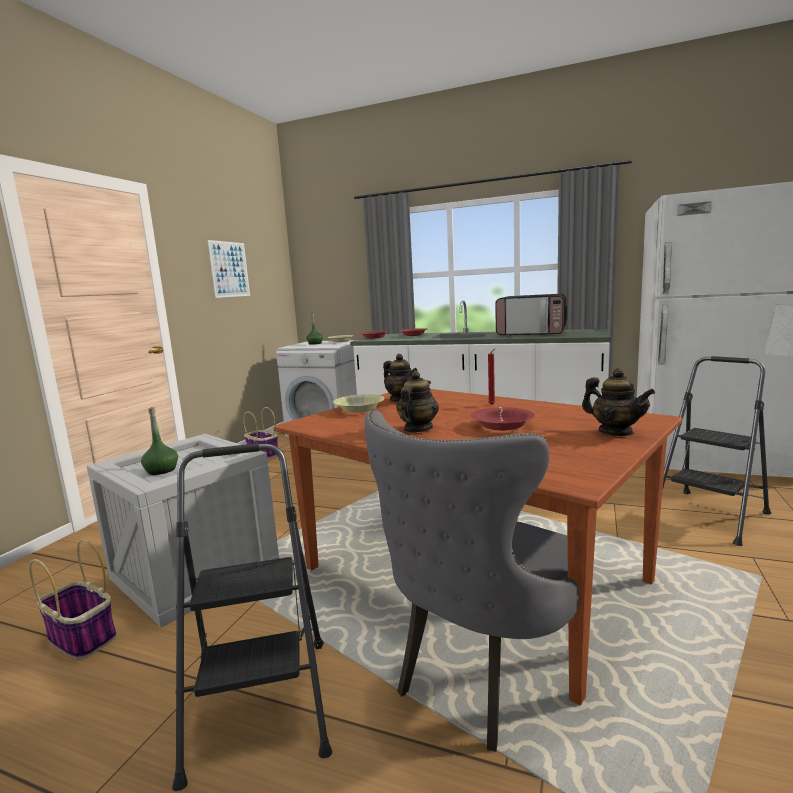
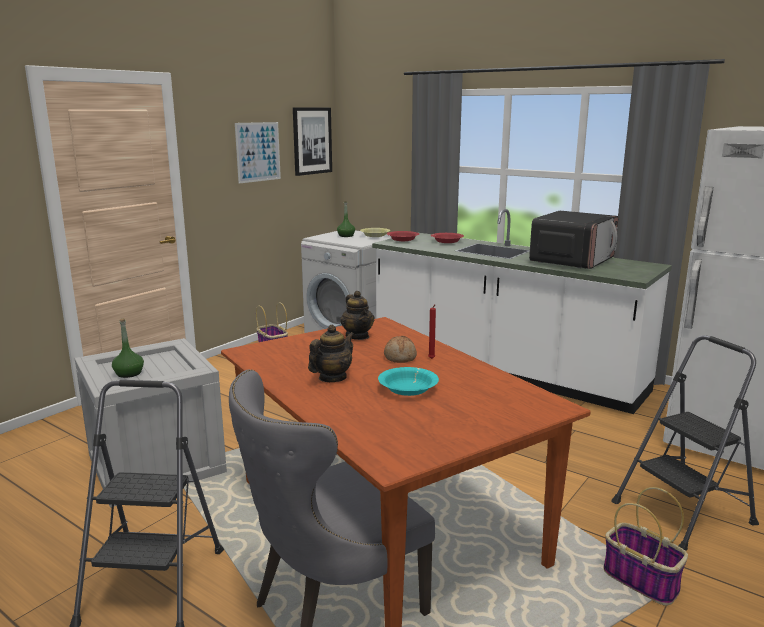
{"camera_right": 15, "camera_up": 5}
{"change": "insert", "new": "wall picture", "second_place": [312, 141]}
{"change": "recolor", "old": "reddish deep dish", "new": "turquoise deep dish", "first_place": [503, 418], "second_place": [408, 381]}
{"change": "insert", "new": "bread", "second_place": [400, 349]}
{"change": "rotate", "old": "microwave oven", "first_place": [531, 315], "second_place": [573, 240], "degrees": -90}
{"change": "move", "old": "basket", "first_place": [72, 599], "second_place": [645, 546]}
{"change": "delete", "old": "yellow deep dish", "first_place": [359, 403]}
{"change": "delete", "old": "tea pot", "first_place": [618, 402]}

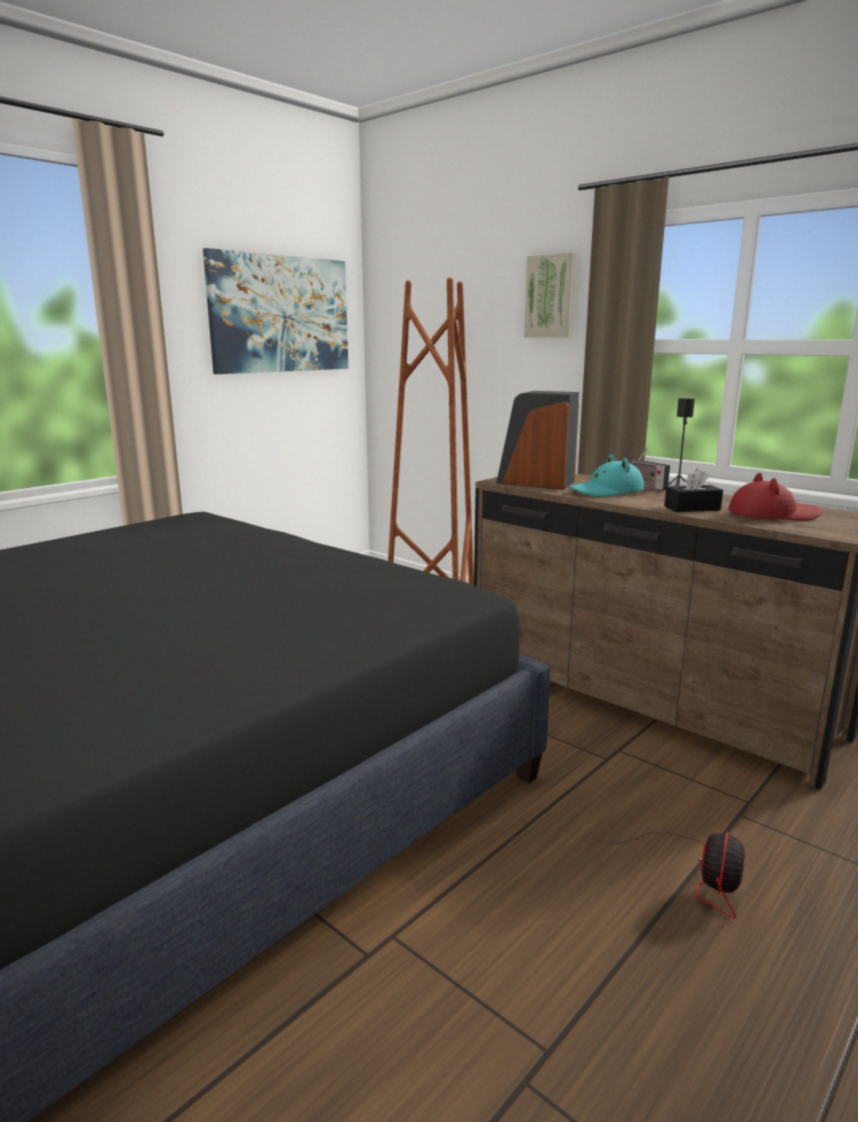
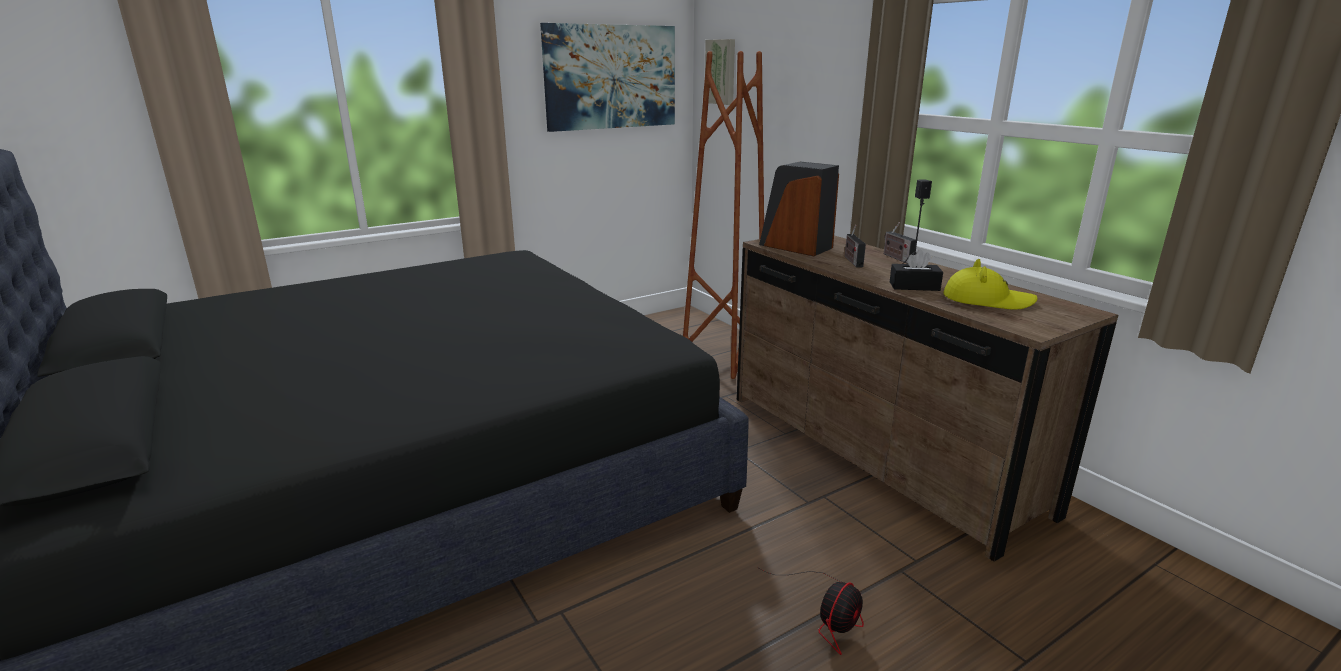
{"camera_right": 15, "camera_up": 5}
{"change": "move", "old": "wall picture", "first_place": [550, 295], "second_place": [720, 72]}
{"change": "replace", "old": "turquoise clothing hat", "new": "radio", "first_place": [606, 475], "second_place": [855, 246]}
{"change": "recolor", "old": "reddish clothing hat", "new": "yellow clothing hat", "first_place": [775, 497], "second_place": [991, 284]}

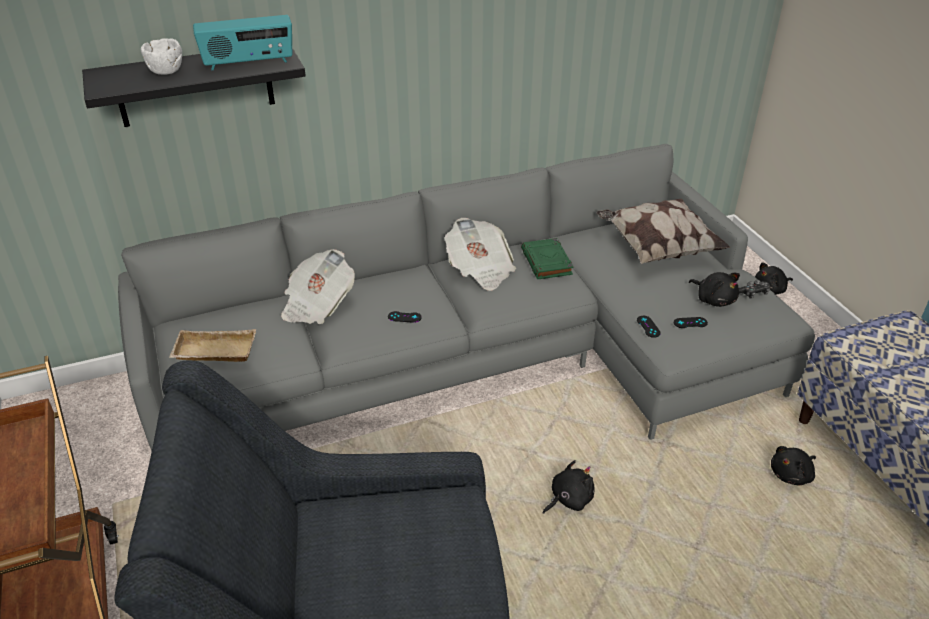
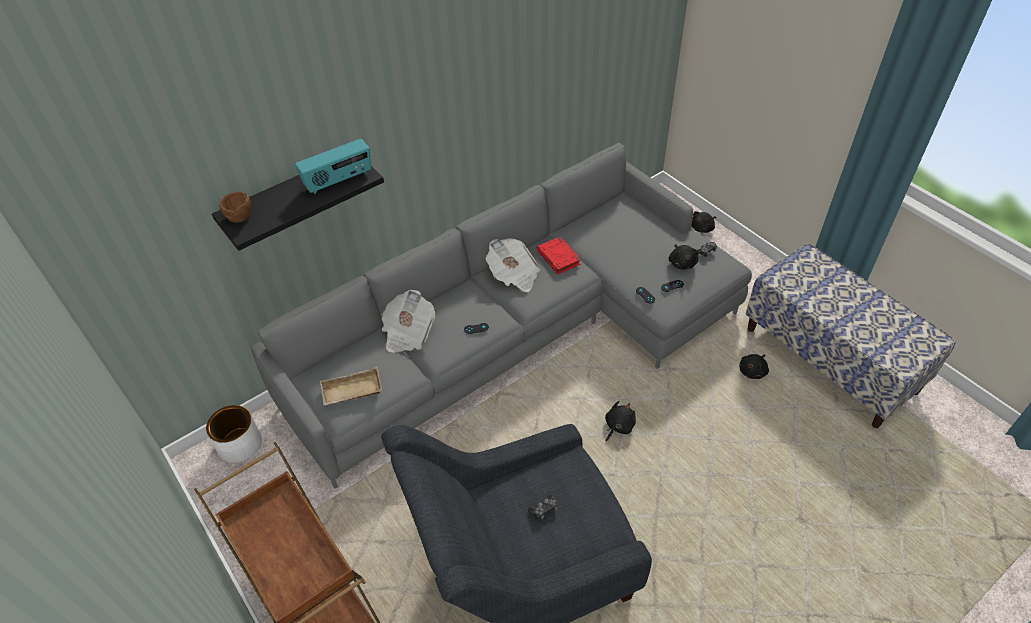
{"camera_right": -15, "camera_up": 10}
{"change": "insert", "new": "white plant pot", "second_place": [234, 434]}
{"change": "insert", "new": "brownish deep dish", "second_place": [235, 207]}
{"change": "insert", "new": "gamepad", "second_place": [543, 507]}
{"change": "recolor", "old": "green-coloured book", "new": "reddish book", "first_place": [547, 258], "second_place": [558, 255]}
{"change": "rotate", "old": "blackish plush toy", "first_place": [714, 289], "second_place": [684, 256], "degrees": 45}
{"change": "delete", "old": "white deep dish", "first_place": [161, 56]}
{"change": "delete", "old": "cushion", "first_place": [663, 231]}

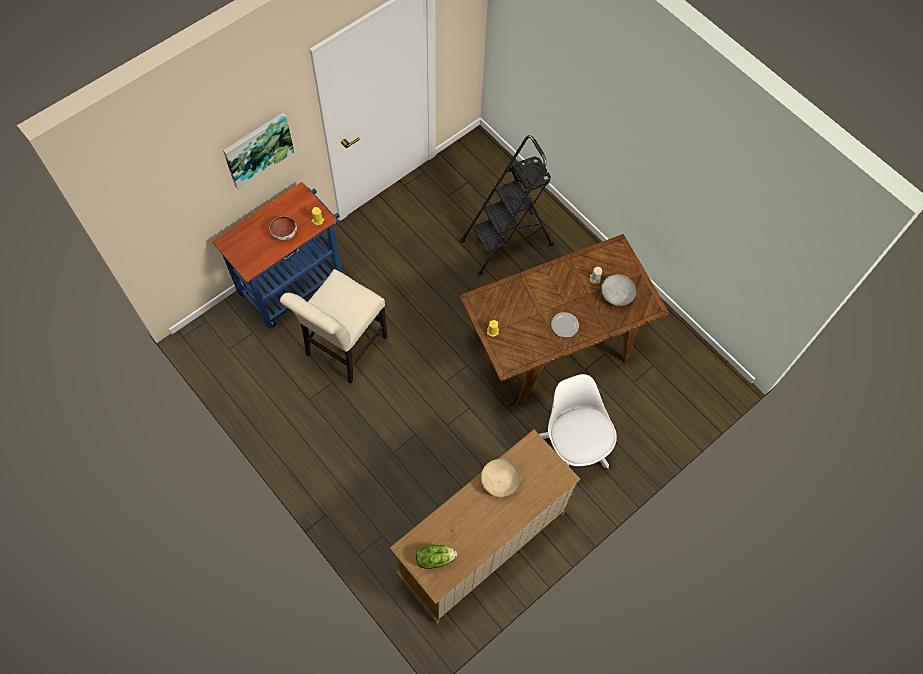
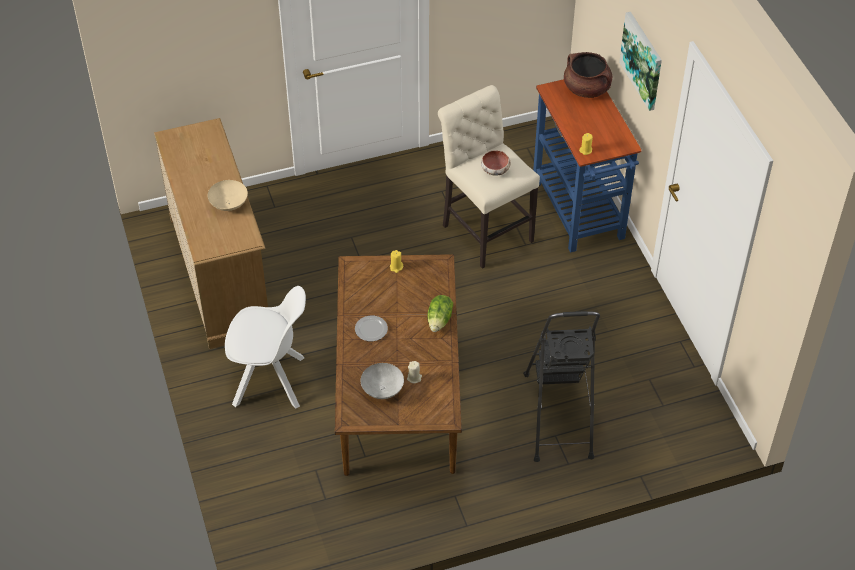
{"camera_right": 115, "camera_up": -15}
{"change": "move", "old": "head of lettuce", "first_place": [436, 556], "second_place": [440, 313]}
{"change": "move", "old": "deep dish", "first_place": [283, 228], "second_place": [495, 163]}
{"change": "insert", "new": "brownish saucepot", "second_place": [588, 75]}

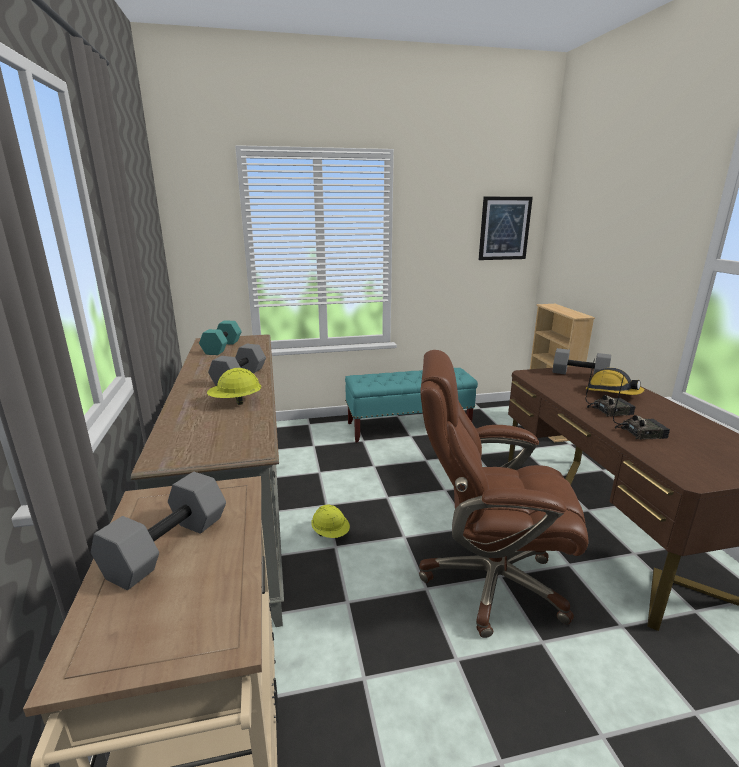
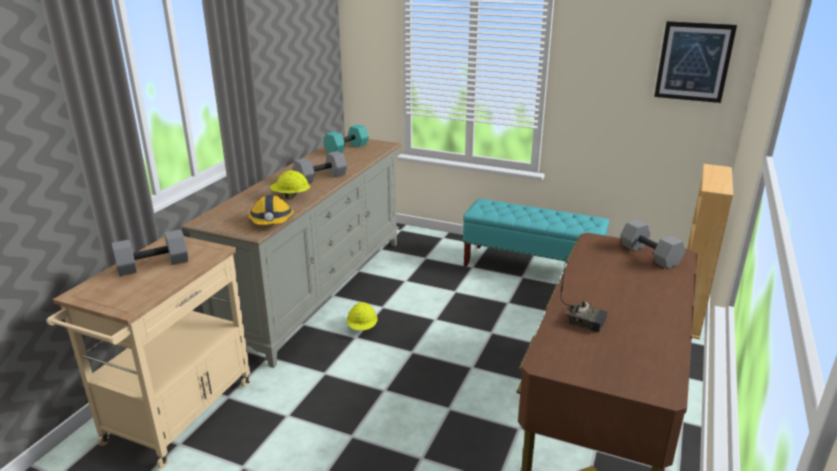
{"camera_right": 35, "camera_up": 5}
{"change": "move", "old": "hard hat", "first_place": [615, 381], "second_place": [271, 210]}
{"change": "delete", "old": "brownish desk chair", "first_place": [503, 494]}
{"change": "delete", "old": "radio", "first_place": [610, 388]}

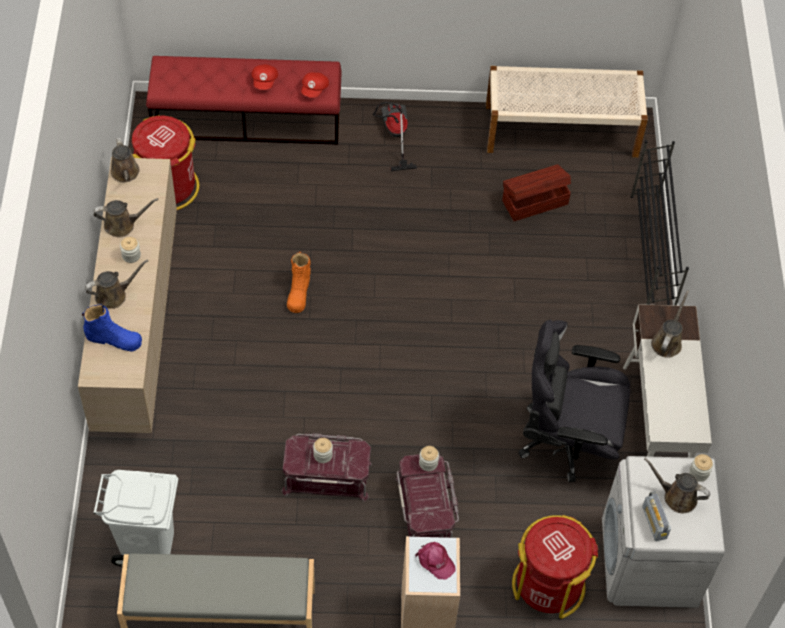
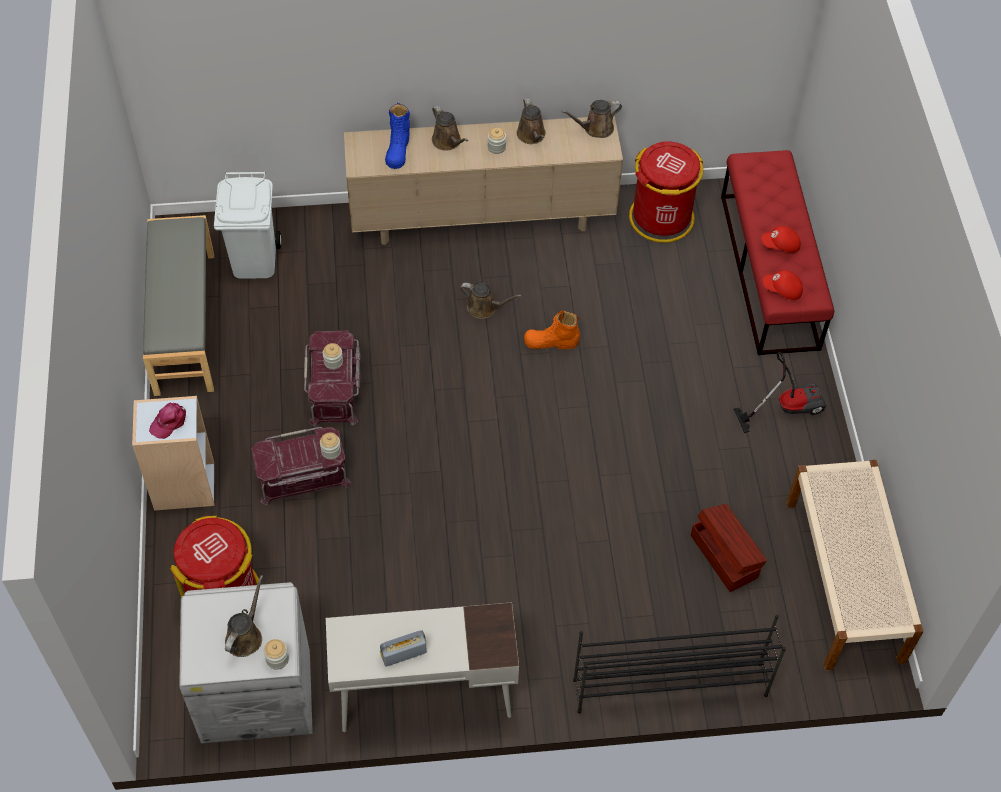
{"camera_right": 85, "camera_up": 0}
{"change": "move", "old": "radio", "first_place": [656, 516], "second_place": [403, 648]}
{"change": "move", "old": "brownish watering can", "first_place": [670, 323], "second_place": [491, 300]}
{"change": "delete", "old": "blackish desk chair", "first_place": [574, 400]}

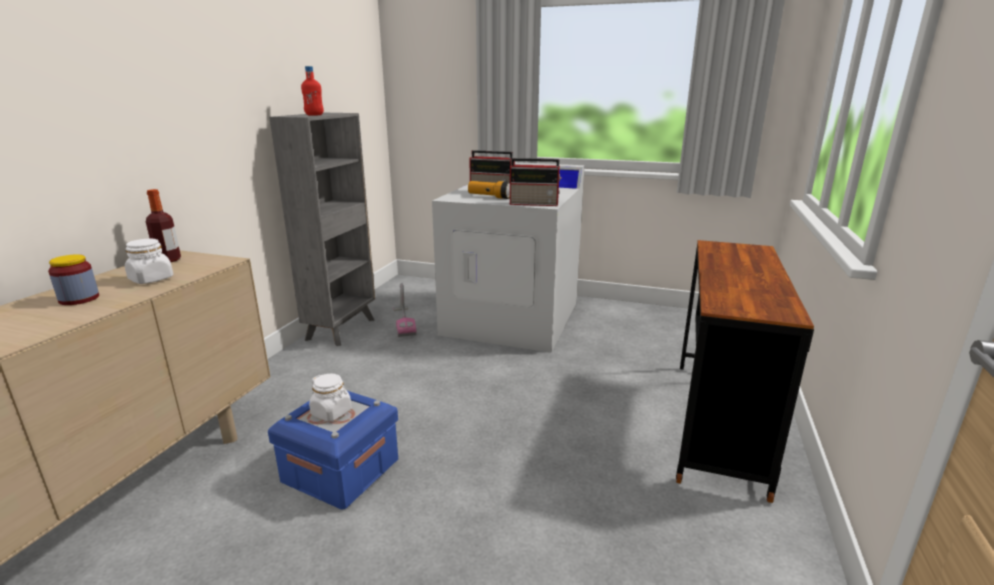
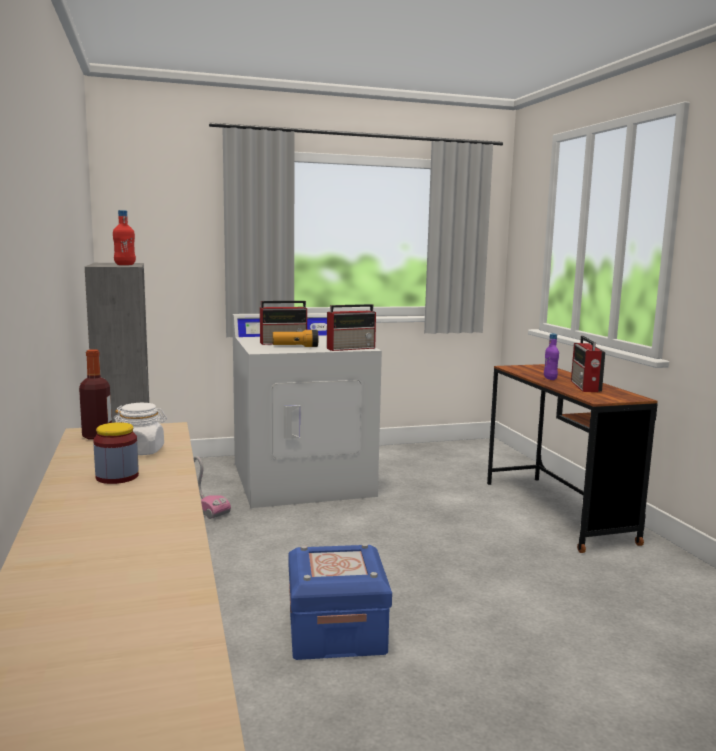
{"camera_right": -35, "camera_up": -10}
{"change": "insert", "new": "purplish bottle", "second_place": [551, 356]}
{"change": "insert", "new": "radio", "second_place": [588, 364]}
{"change": "delete", "old": "white jar", "first_place": [330, 398]}

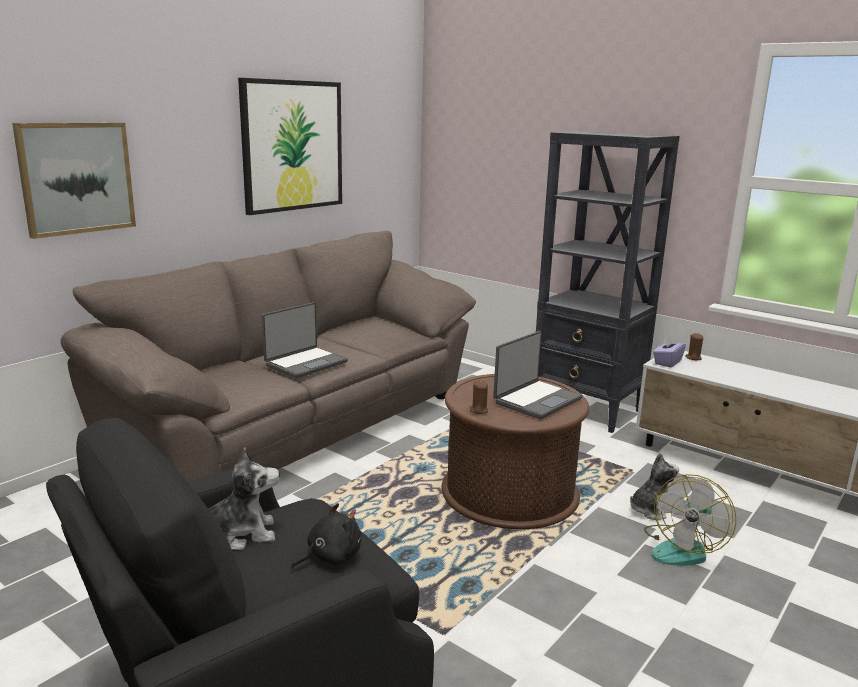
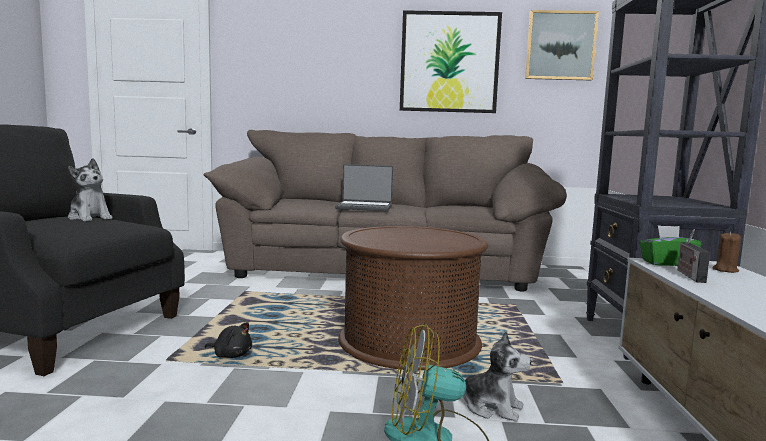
{"camera_right": 55, "camera_up": -10}
{"change": "move", "old": "blackish plush toy", "first_place": [326, 536], "second_place": [228, 340]}
{"change": "move", "old": "wall picture", "first_place": [74, 180], "second_place": [562, 45]}
{"change": "recolor", "old": "purplish box of tissues", "new": "green-coloured box of tissues", "first_place": [669, 351], "second_place": [670, 245]}
{"change": "insert", "new": "radio", "second_place": [693, 256]}
{"change": "delete", "old": "brownish candle", "first_place": [479, 397]}
{"change": "delete", "old": "notebook computer", "first_place": [538, 375]}

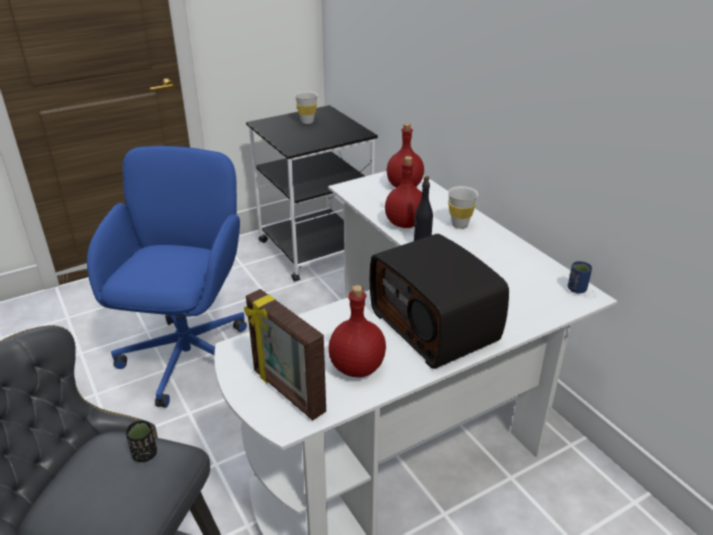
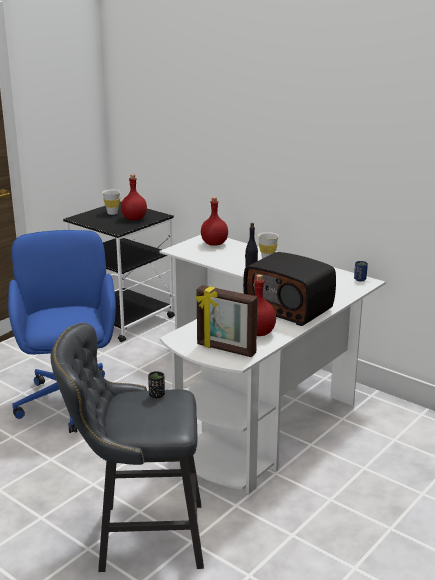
{"camera_right": -20, "camera_up": -10}
{"change": "move", "old": "reddish bottle", "first_place": [403, 192], "second_place": [134, 197]}

